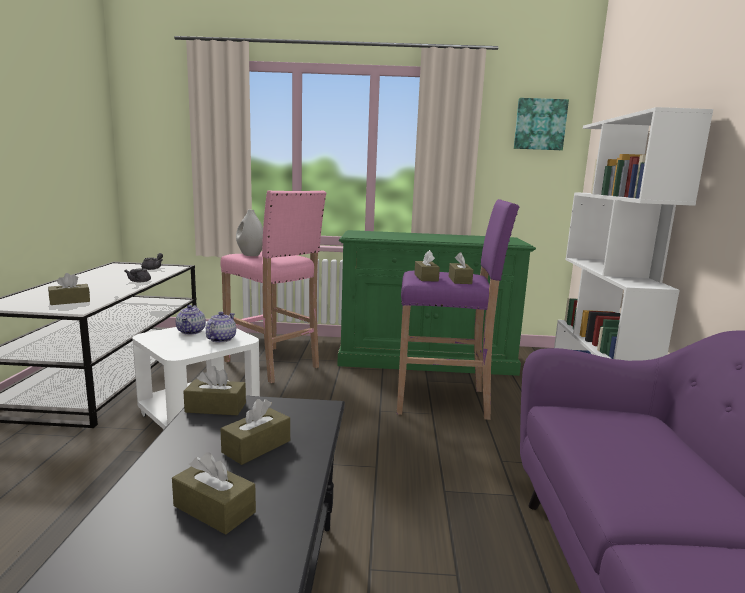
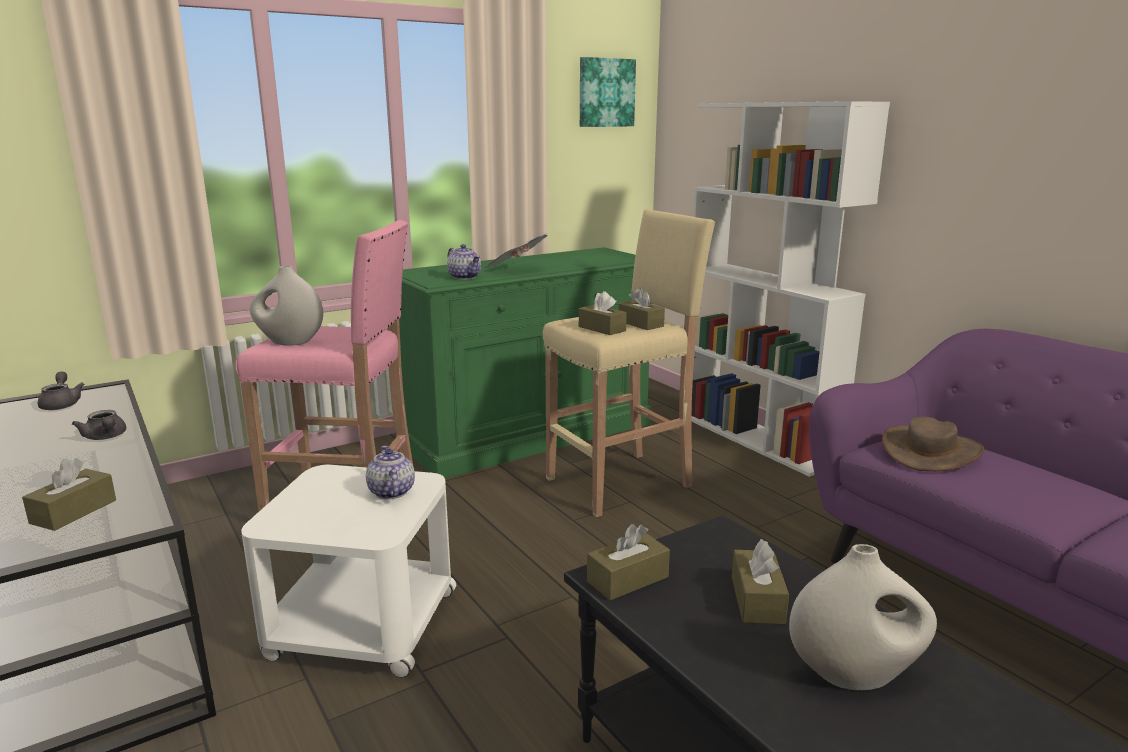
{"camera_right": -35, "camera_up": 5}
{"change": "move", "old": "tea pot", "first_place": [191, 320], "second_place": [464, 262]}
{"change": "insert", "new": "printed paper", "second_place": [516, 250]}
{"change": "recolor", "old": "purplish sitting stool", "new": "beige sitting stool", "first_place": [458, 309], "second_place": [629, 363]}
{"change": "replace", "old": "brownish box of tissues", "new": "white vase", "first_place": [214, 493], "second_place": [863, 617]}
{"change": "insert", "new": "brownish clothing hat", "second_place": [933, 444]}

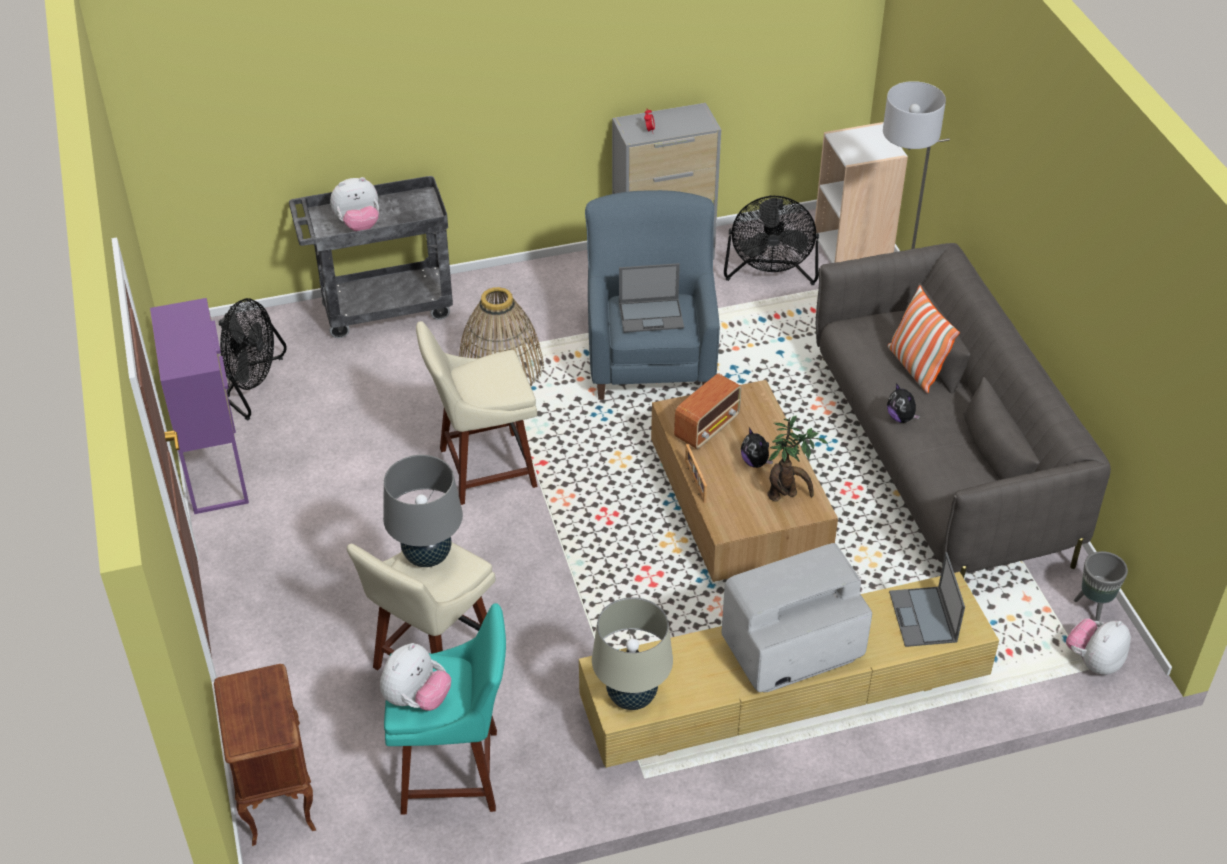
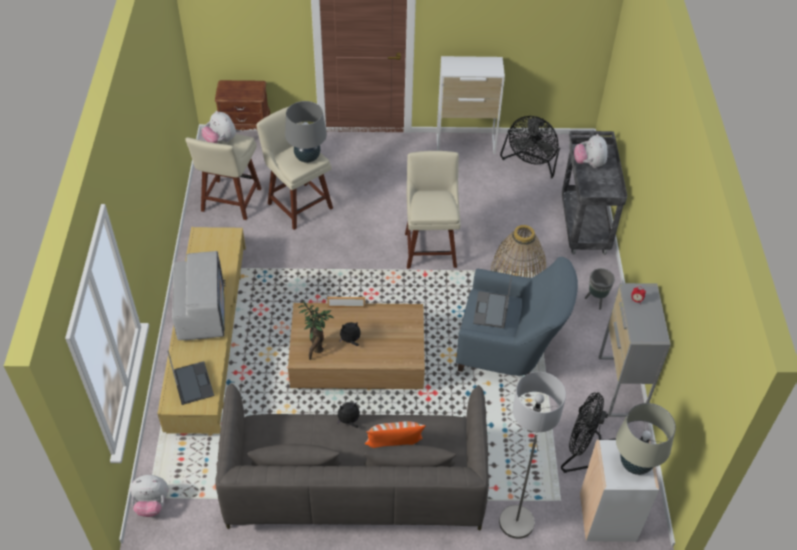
{"camera_right": 105, "camera_up": 5}
{"change": "rotate", "old": "plush toy", "first_place": [1098, 646], "second_place": [149, 496], "degrees": 120}
{"change": "rotate", "old": "notebook computer", "first_place": [927, 599], "second_place": [190, 377], "degrees": 60}
{"change": "recolor", "old": "turquoise sitting stool", "new": "beige sitting stool", "first_place": [445, 708], "second_place": [223, 177]}
{"change": "recolor", "old": "purplish storage cabinet", "new": "white storage cabinet", "first_place": [199, 406], "second_place": [471, 105]}
{"change": "move", "old": "grey plant pot", "first_place": [1101, 586], "second_place": [600, 289]}
{"change": "move", "old": "beige tabletop lamp", "first_place": [632, 653], "second_place": [646, 439]}
{"change": "delete", "old": "radio", "first_place": [708, 411]}

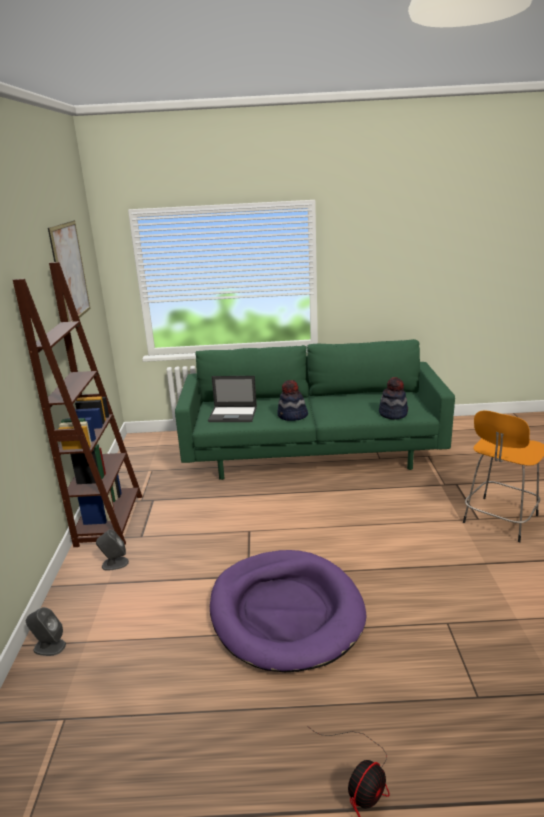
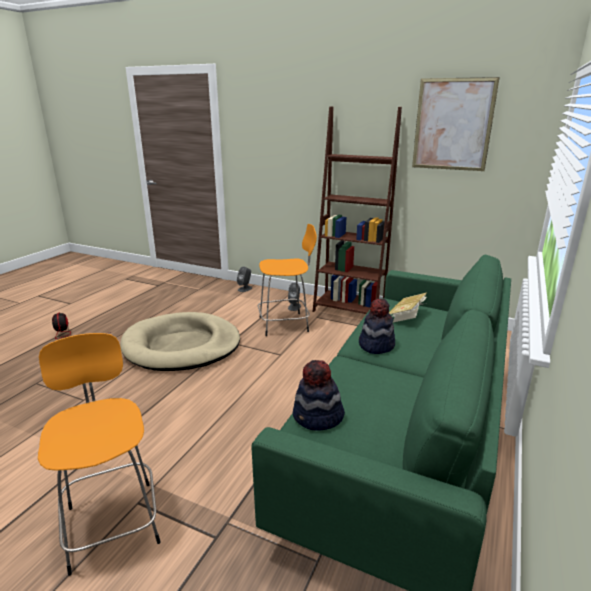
{"camera_right": 115, "camera_up": 0}
{"change": "recolor", "old": "purplish pet bed", "new": "beige pet bed", "first_place": [288, 611], "second_place": [180, 341]}
{"change": "insert", "new": "orange-coloured sitting stool", "second_place": [287, 280]}
{"change": "replace", "old": "notebook computer", "new": "book", "first_place": [232, 399], "second_place": [408, 307]}

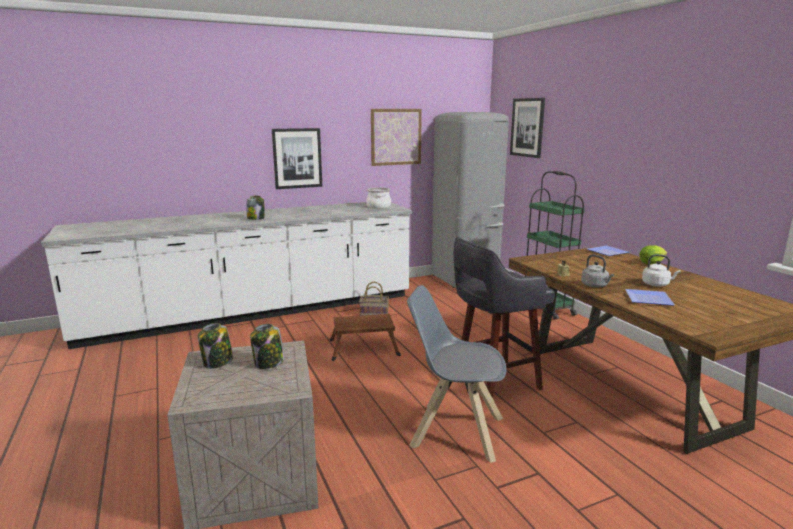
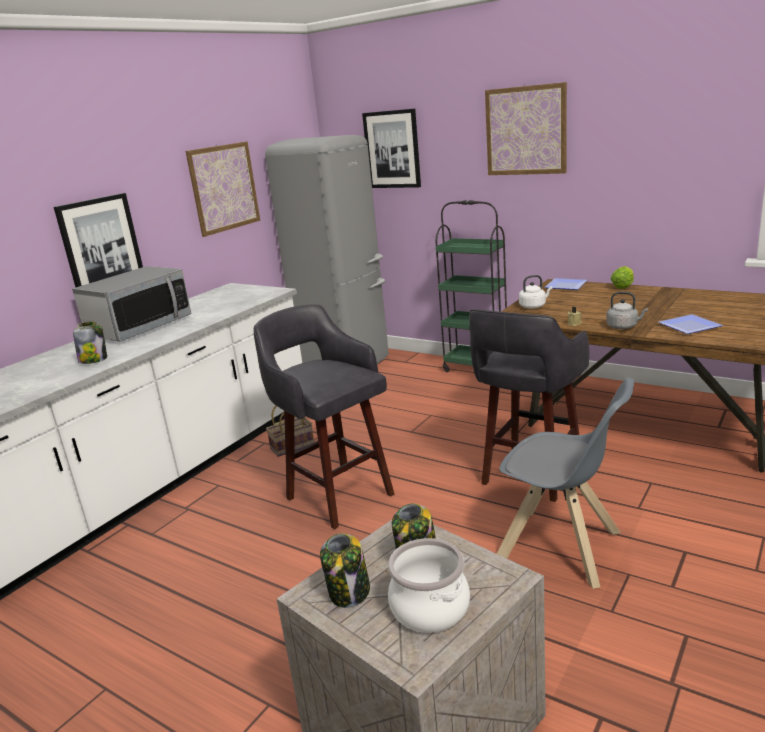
{"camera_right": -30, "camera_up": 5}
{"change": "insert", "new": "microwave oven", "second_place": [132, 304]}
{"change": "replace", "old": "brownish stepladder", "new": "grey sitting stool", "first_place": [365, 337], "second_place": [324, 416]}
{"change": "move", "old": "saucepot", "first_place": [378, 198], "second_place": [429, 585]}
{"change": "insert", "new": "wall picture", "second_place": [526, 128]}
{"change": "rotate", "old": "grey plain chair", "first_place": [456, 374], "second_place": [565, 483], "degrees": -135}
{"change": "move", "old": "white water kettle", "first_place": [661, 270], "second_place": [536, 292]}

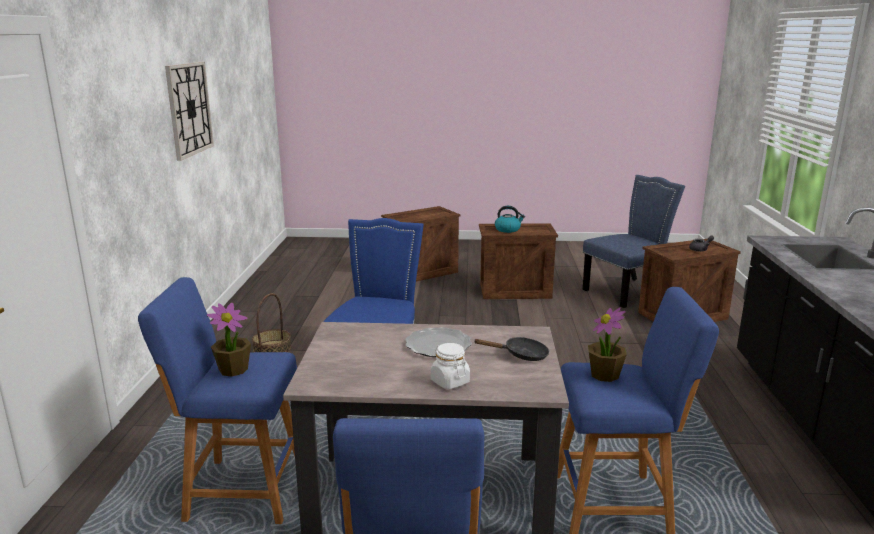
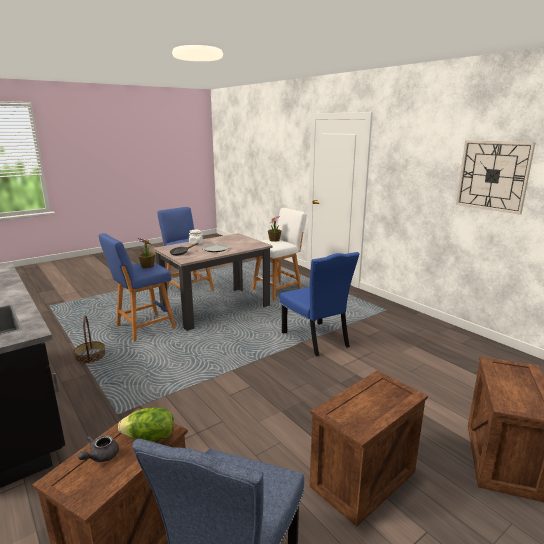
{"camera_right": 140, "camera_up": 0}
{"change": "move", "old": "basket", "first_place": [271, 322], "second_place": [90, 339]}
{"change": "insert", "new": "head of lettuce", "second_place": [146, 424]}
{"change": "recolor", "old": "blue-coloured sitting stool", "new": "white sitting stool", "first_place": [217, 400], "second_place": [279, 254]}
{"change": "delete", "old": "water kettle", "first_place": [510, 219]}

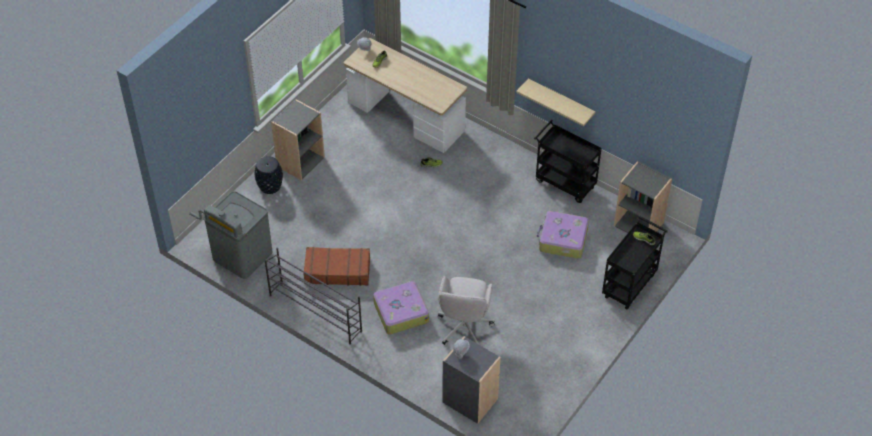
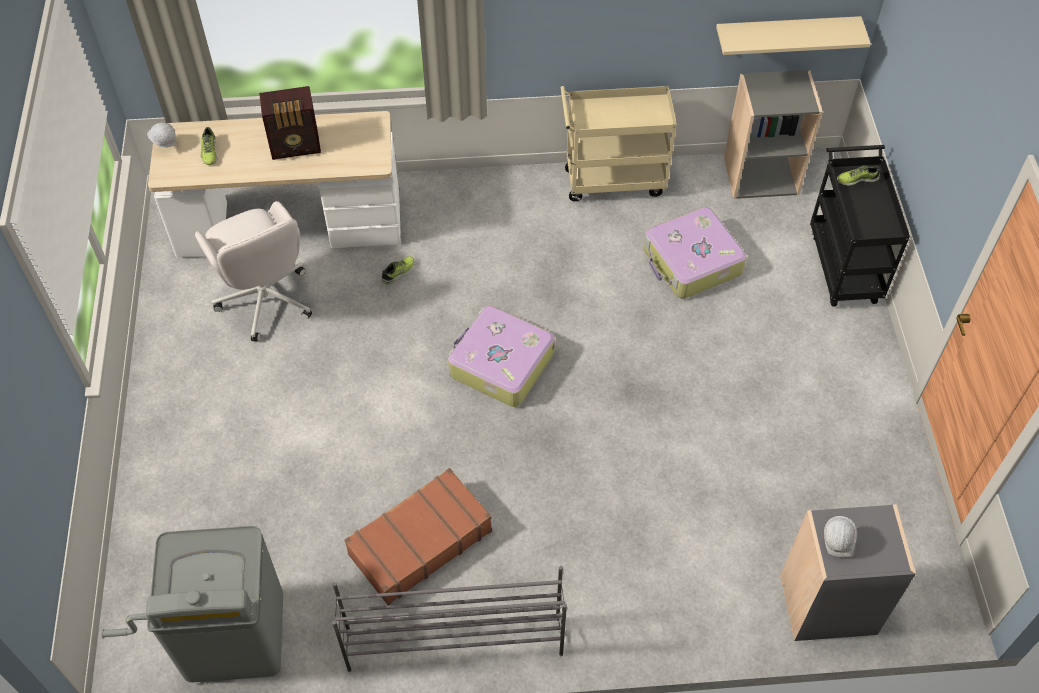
{"camera_right": -40, "camera_up": 5}
{"change": "move", "old": "white desk chair", "first_place": [465, 310], "second_place": [253, 271]}
{"change": "insert", "new": "radio", "second_place": [290, 123]}
{"change": "move", "old": "piece of luggage", "first_place": [401, 308], "second_place": [501, 356]}
{"change": "recolor", "old": "blackish cart", "new": "beige cart", "first_place": [568, 161], "second_place": [618, 143]}
{"change": "move", "old": "beige shelf", "first_place": [556, 102], "second_place": [793, 35]}
{"change": "delete", "old": "blackish sitting stool", "first_place": [269, 175]}
{"change": "delete", "old": "grey bookshelf", "first_place": [298, 139]}

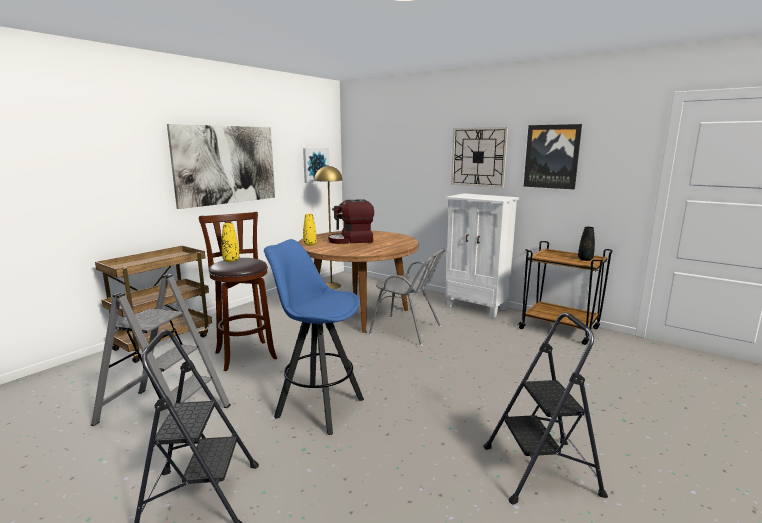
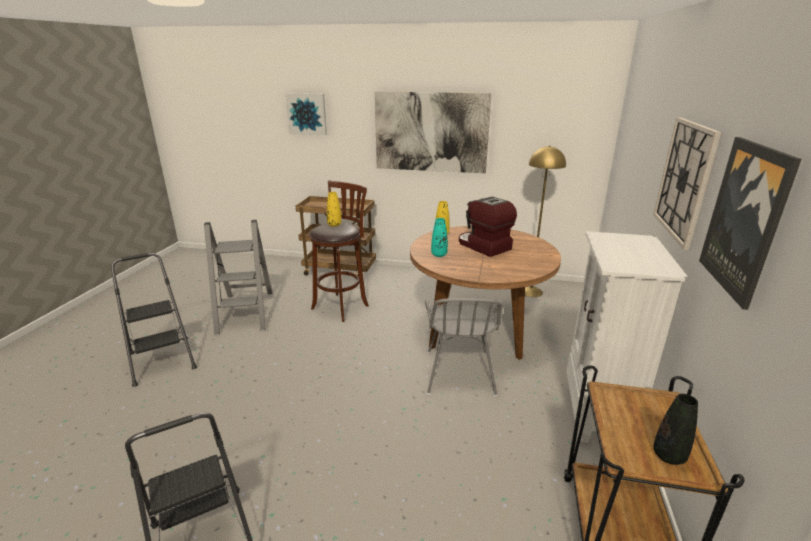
{"camera_right": 65, "camera_up": 10}
{"change": "move", "old": "wall picture", "first_place": [316, 165], "second_place": [306, 114]}
{"change": "insert", "new": "turquoise vase", "second_place": [439, 237]}
{"change": "delete", "old": "blue-coloured sitting stool", "first_place": [314, 337]}

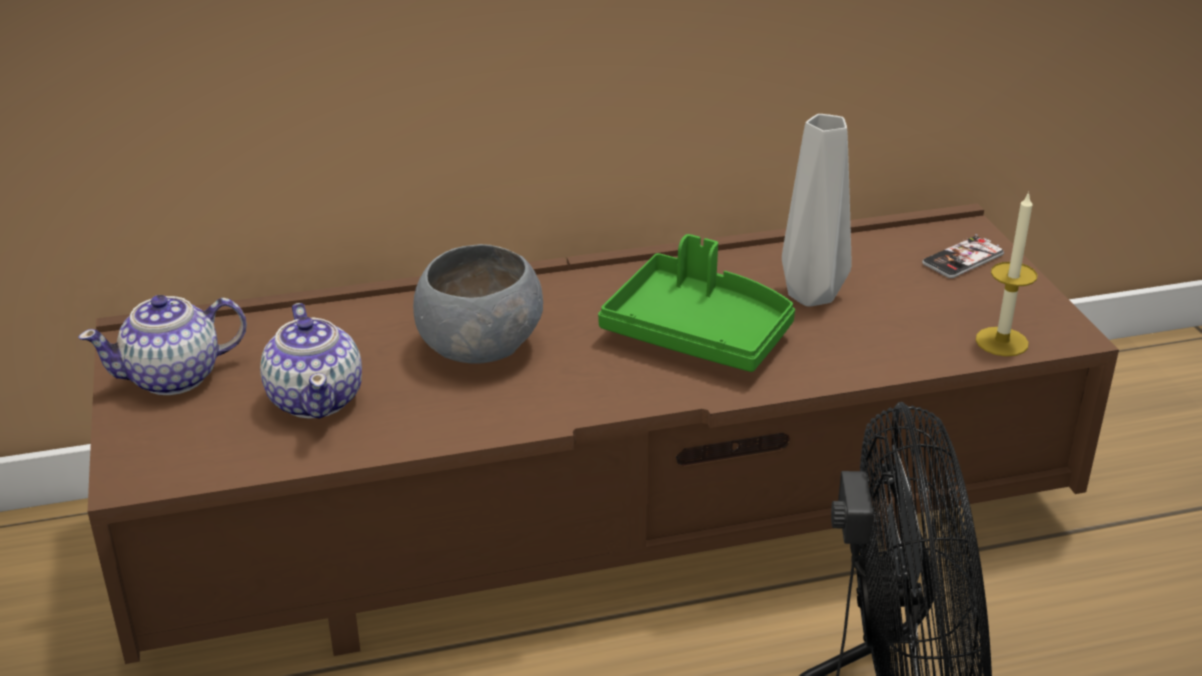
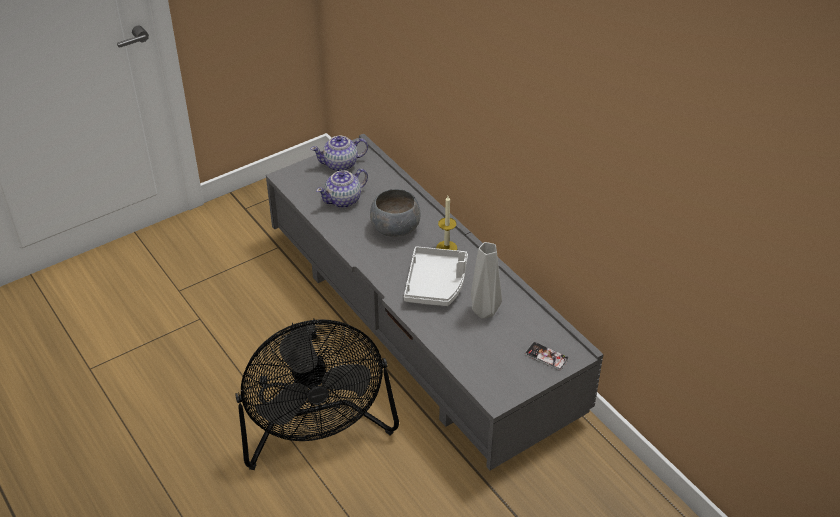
{"camera_right": 70, "camera_up": 10}
{"change": "recolor", "old": "brownish tv unit", "new": "grey tv unit", "first_place": [603, 433], "second_place": [434, 302]}
{"change": "rotate", "old": "tea pot", "first_place": [162, 345], "second_place": [339, 153], "degrees": -60}
{"change": "recolor", "old": "green-coloured carrying tray", "new": "white carrying tray", "first_place": [696, 303], "second_place": [436, 276]}
{"change": "move", "old": "candle", "first_place": [1006, 273], "second_place": [446, 223]}

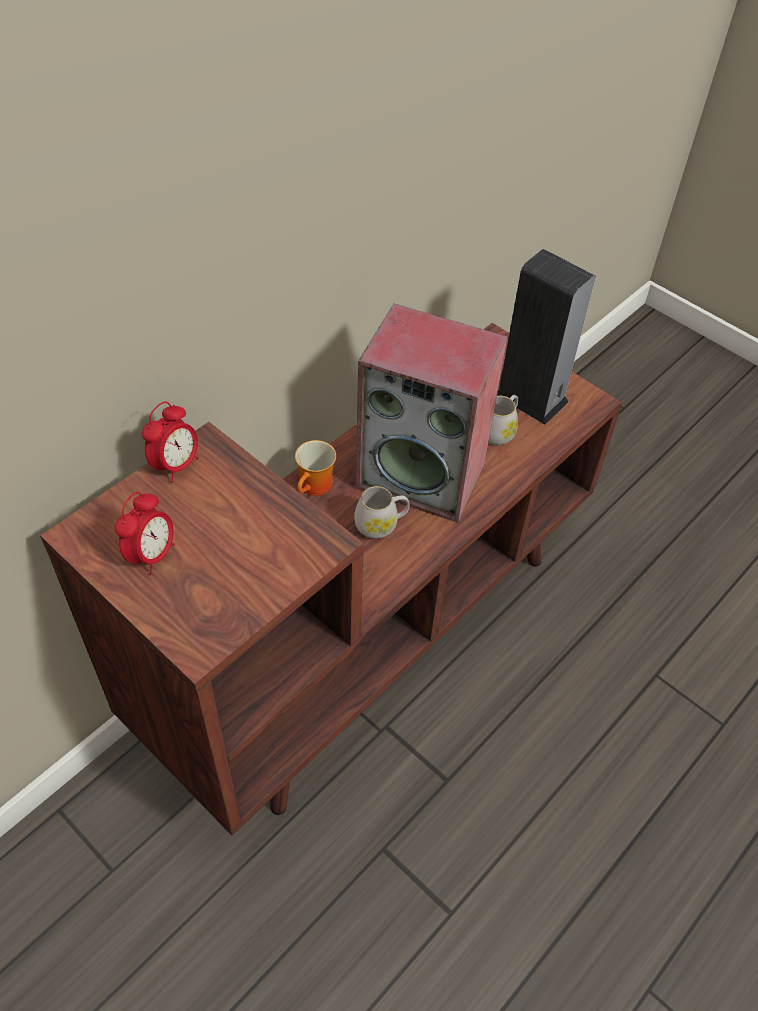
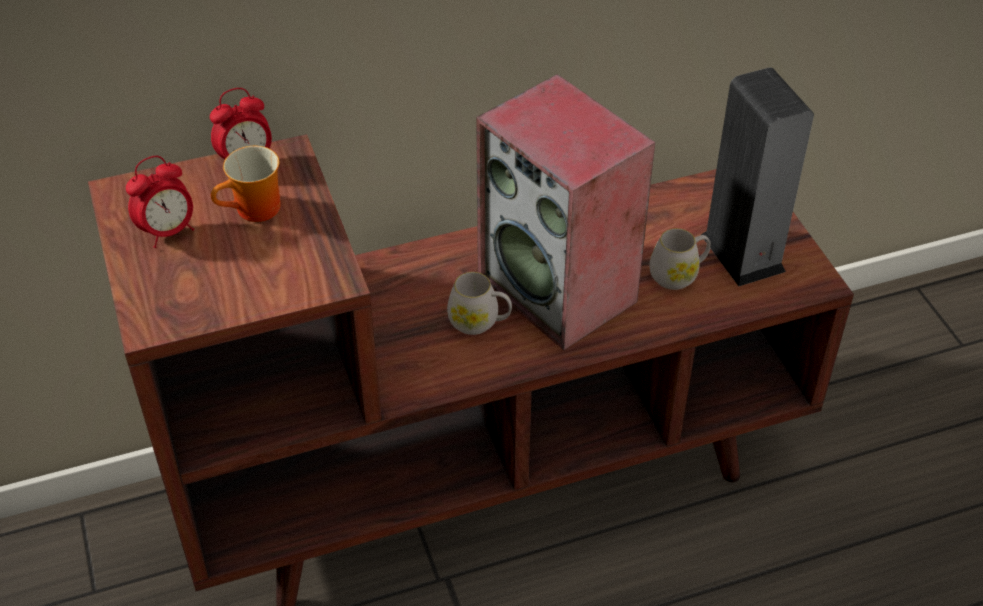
{"camera_right": 30, "camera_up": -5}
{"change": "move", "old": "tea mug", "first_place": [315, 468], "second_place": [246, 184]}

